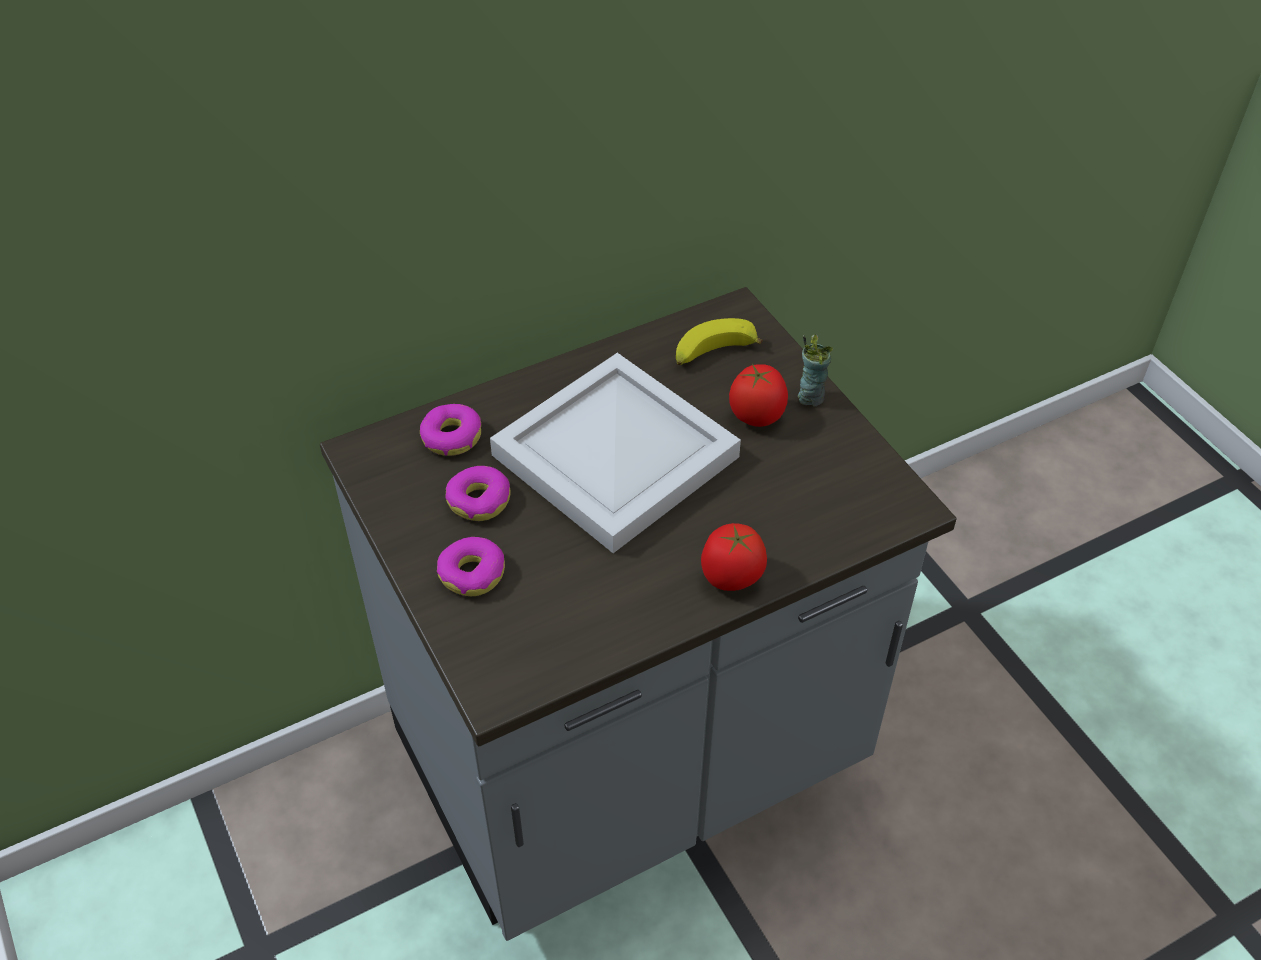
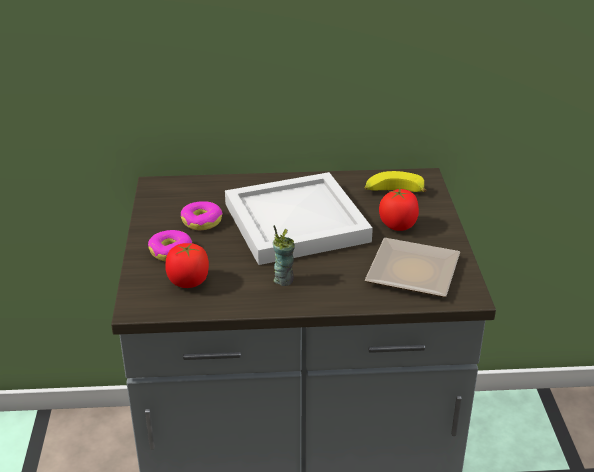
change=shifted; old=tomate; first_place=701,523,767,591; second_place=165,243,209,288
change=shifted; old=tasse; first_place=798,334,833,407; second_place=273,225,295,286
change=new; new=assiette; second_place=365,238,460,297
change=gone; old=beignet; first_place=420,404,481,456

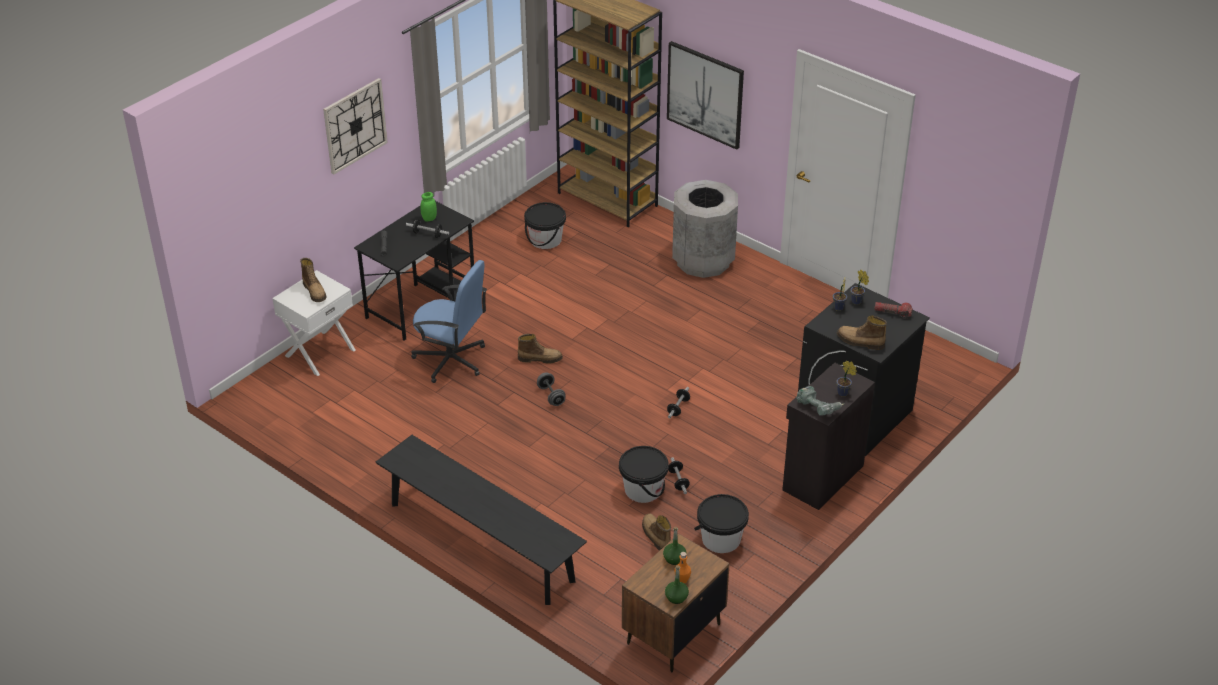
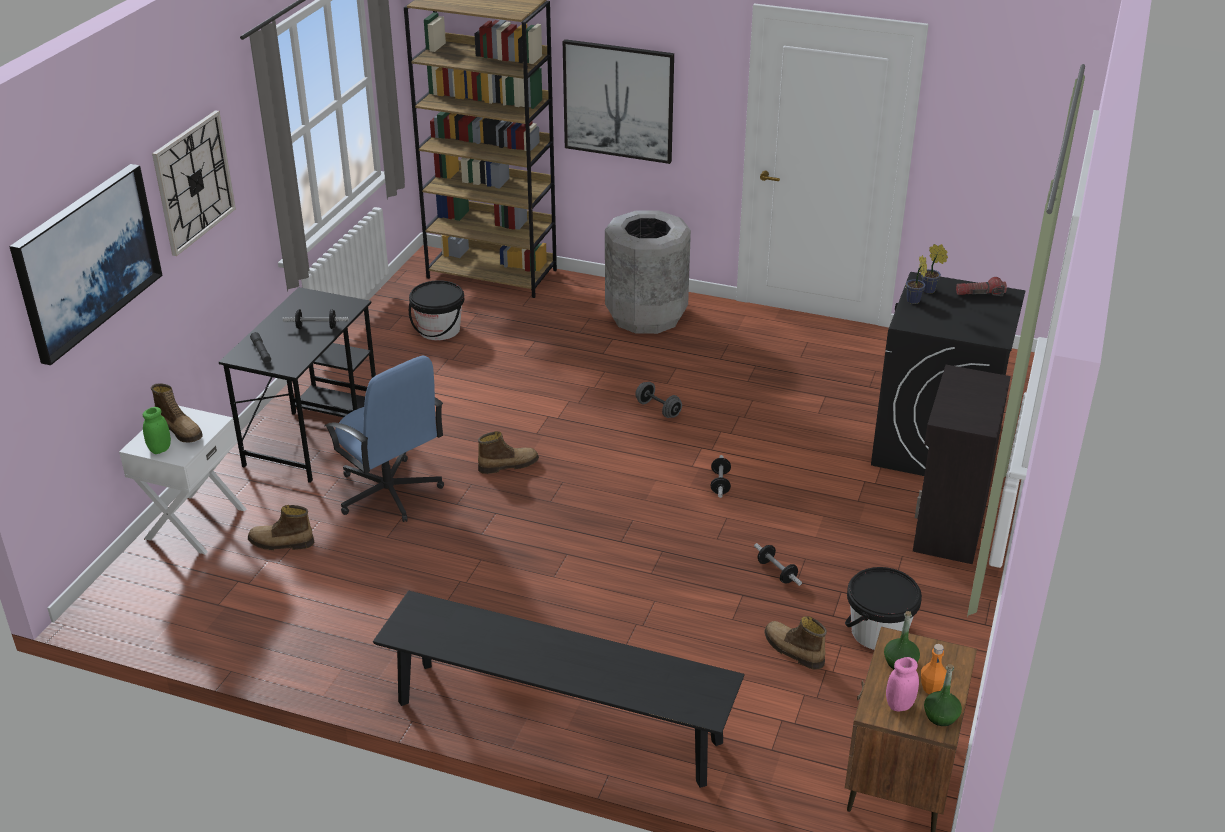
change=new; new=tableau; second_place=9,164,162,365
change=shifted; old=bocal (vert); first_place=420,192,437,221; second_place=143,407,171,454
change=shifted; old=botte; first_place=837,315,887,350; second_place=248,505,314,550
change=rotated; old=chaise de bureau (bleu); first_place=411,260,487,383; second_place=324,355,444,522; degrees=45
change=shifted; old=haltère (gris); first_place=537,373,566,406; second_place=635,382,682,418
change=new; new=bocal (rose); second_place=886,657,919,712
change=gone; old=seau (noir); first_place=619,446,669,503
change=gone; old=perceuse; first_place=797,386,845,416
change=gone; old=plante en pot; first_place=837,361,857,397

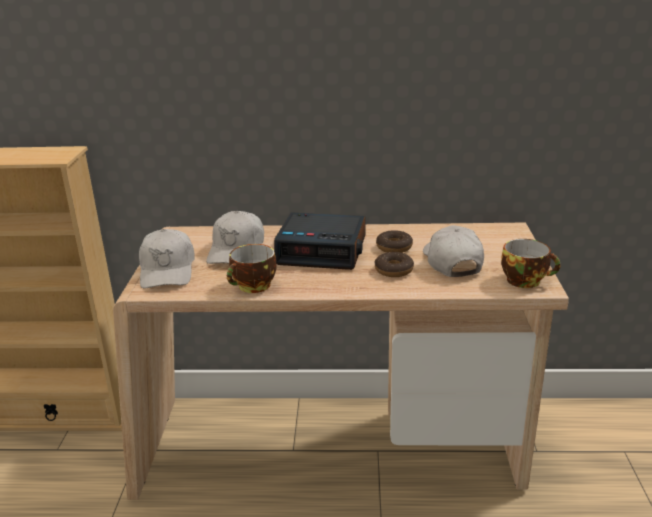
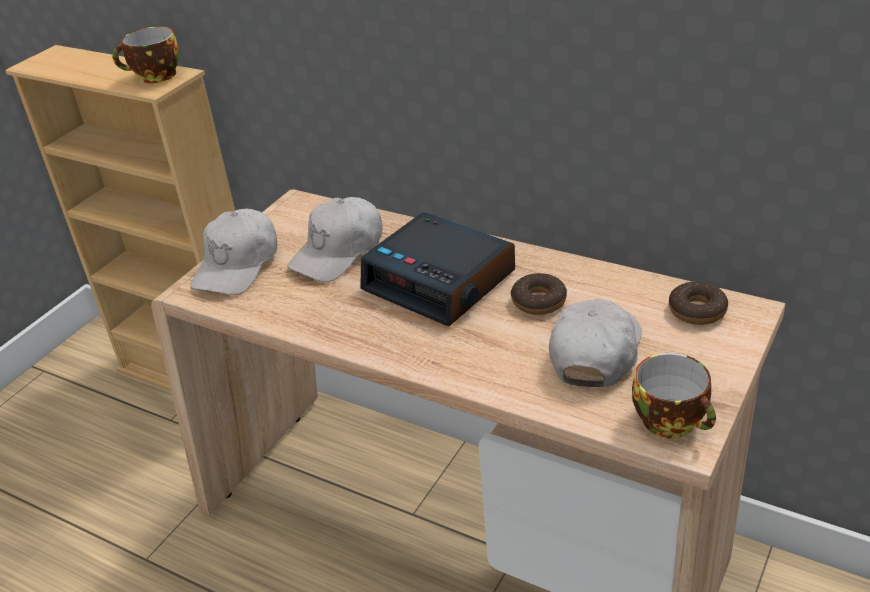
change=shifted; old=tasse; first_place=227,244,276,293; second_place=112,27,179,83
change=shifted; old=beignet; first_place=374,252,414,277; second_place=669,281,728,325

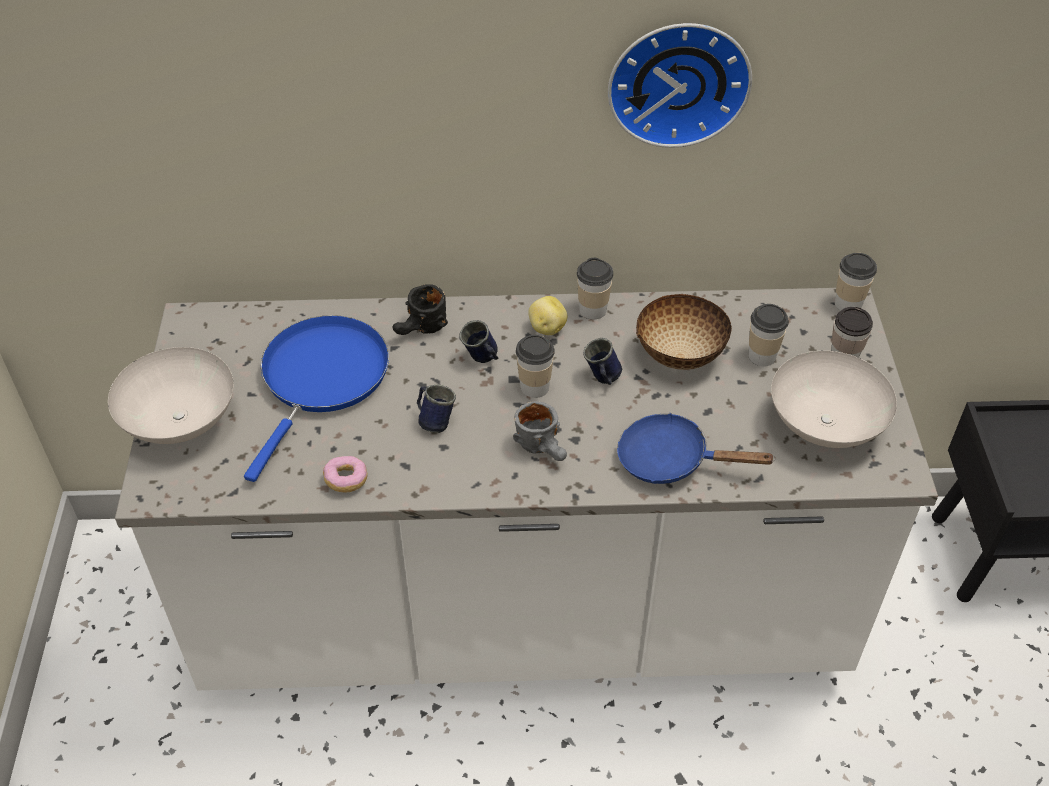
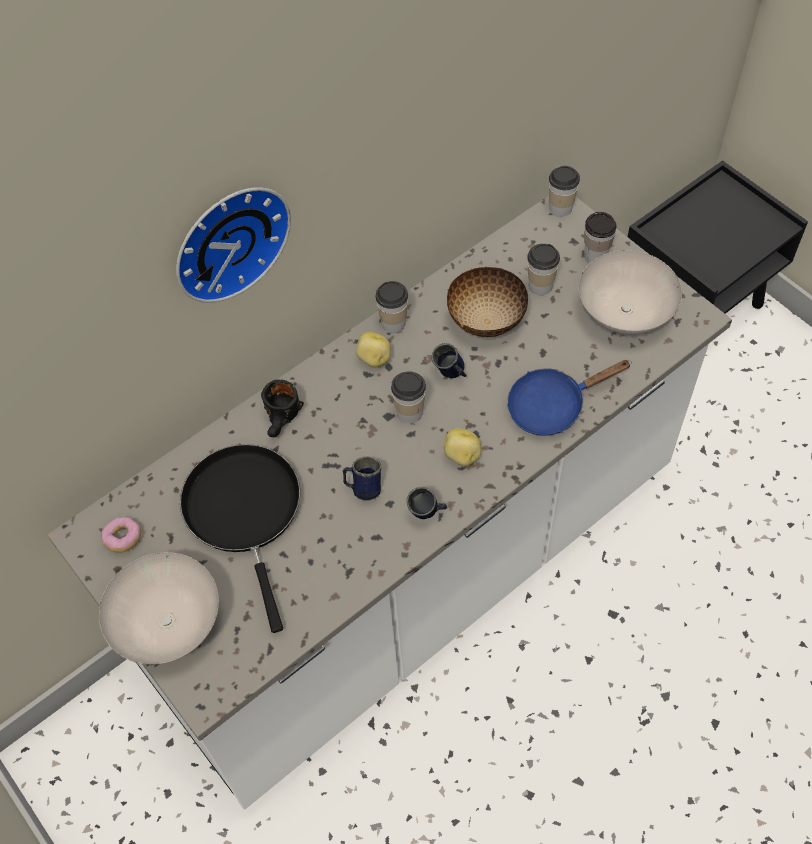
change=shifted; old=beignet; first_place=323,456,367,493; second_place=101,517,141,553
change=shifted; old=horloge murale; first_place=608,23,752,148; second_place=176,187,291,303
change=repainted; old=poêle (bleu); new=poêle (noir); first_place=244,315,389,482; second_place=180,444,300,633
change=shifted; old=mug (bleu); first_place=460,320,498,363; second_place=407,487,447,519
change=swapped; old=mug (gris); new=pomme de terre; first_place=513,401,567,461; second_place=444,428,481,466

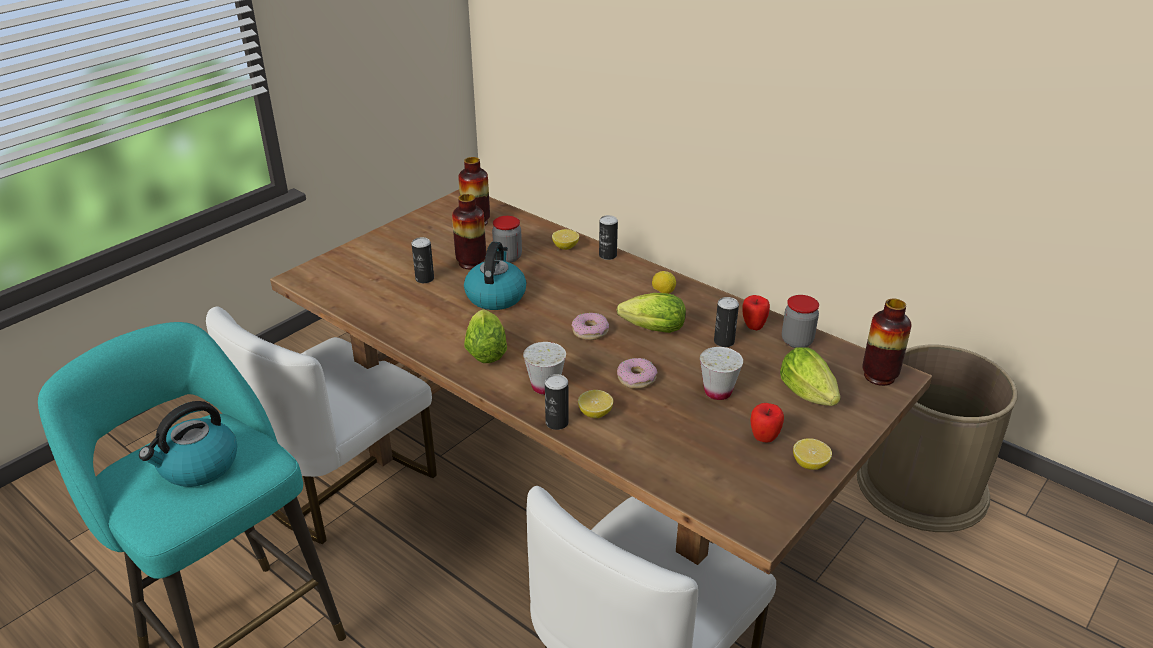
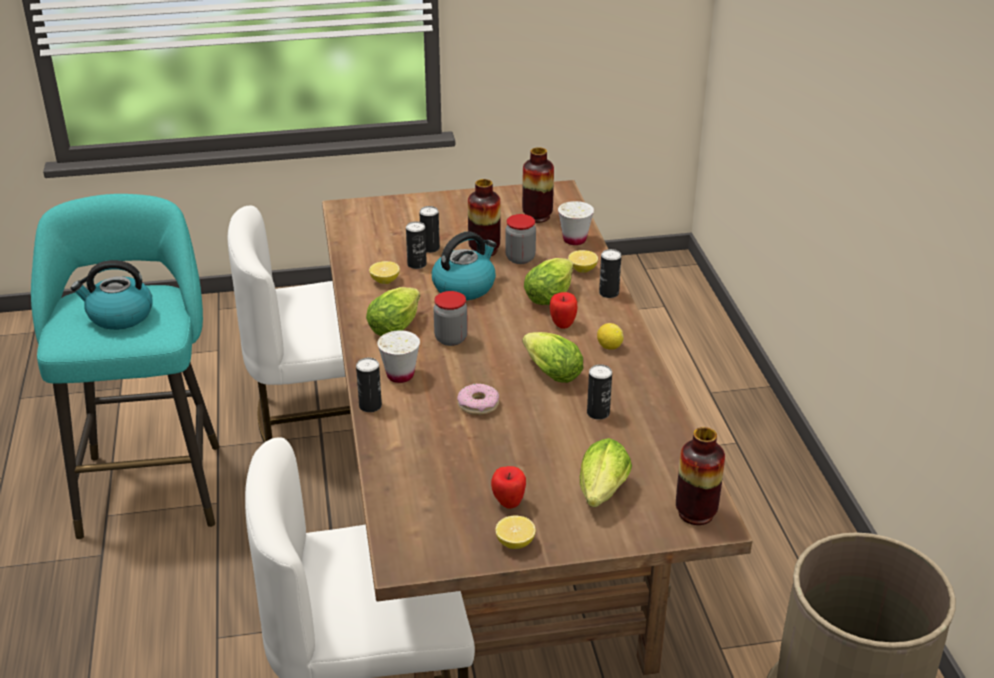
change=shifted; old=citron; first_place=578,390,613,418; second_place=369,261,400,284
change=new; new=boîte métallique; second_place=406,221,427,269
change=shifted; old=bocal; first_place=782,295,819,348; second_place=434,291,468,346
change=new; new=laitue; second_place=524,258,573,305
change=shifted; old=pomme; first_place=742,295,770,330; second_place=550,292,577,329
change=shifted; old=tasse (blanc); first_place=700,347,743,400; second_place=558,201,594,245
change=gone; old=beignet; first_place=571,313,609,340

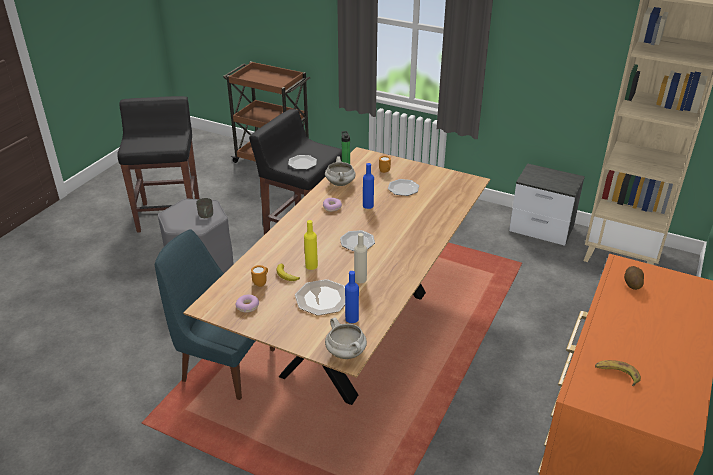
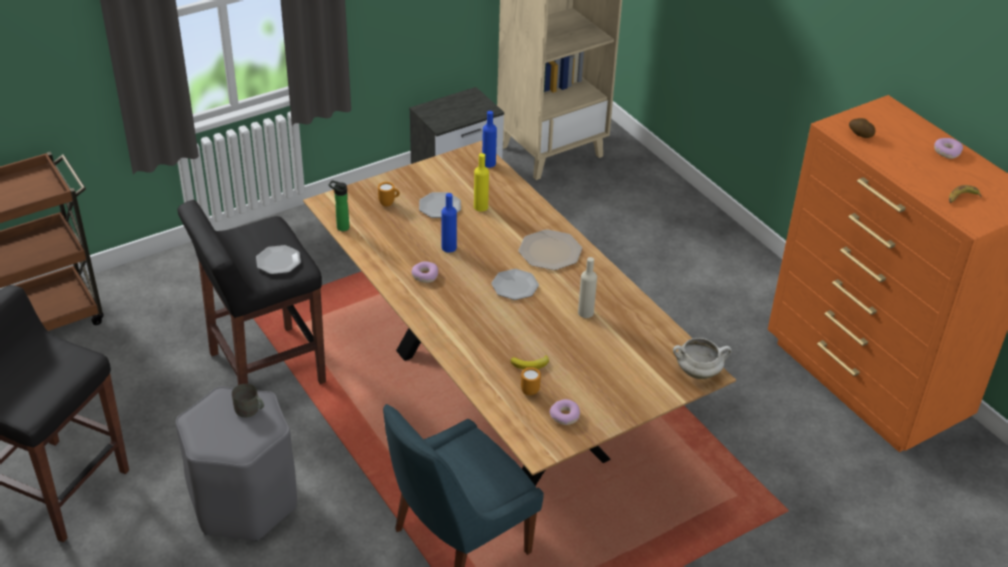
change=shifted; old=bouteille (jaune); first_place=304,220,318,270; second_place=474,153,489,211
change=shifted; old=bouteille (bleu); first_place=345,271,359,323; second_place=482,111,497,168
change=shifted; old=assiette; first_place=295,279,345,316; second_place=518,229,582,270
change=new; new=beignet; second_place=934,138,963,159
change=gone; old=marmite (blanc); first_place=325,156,356,186

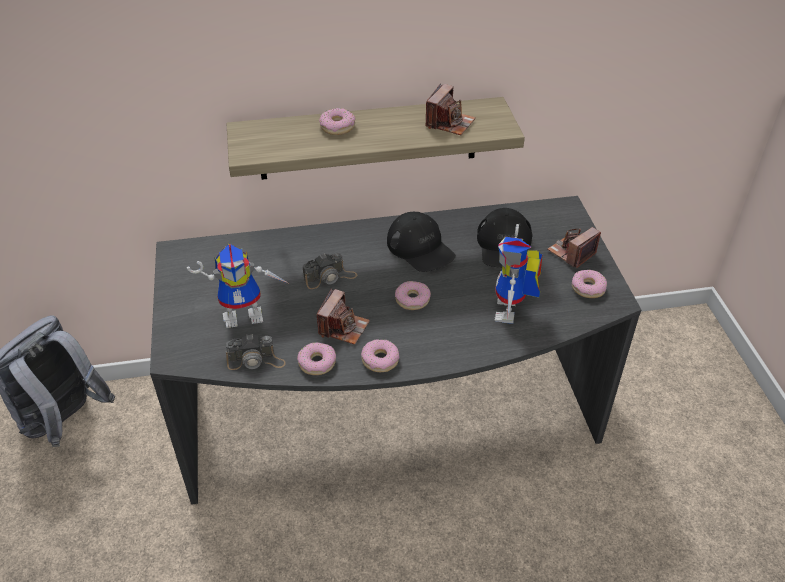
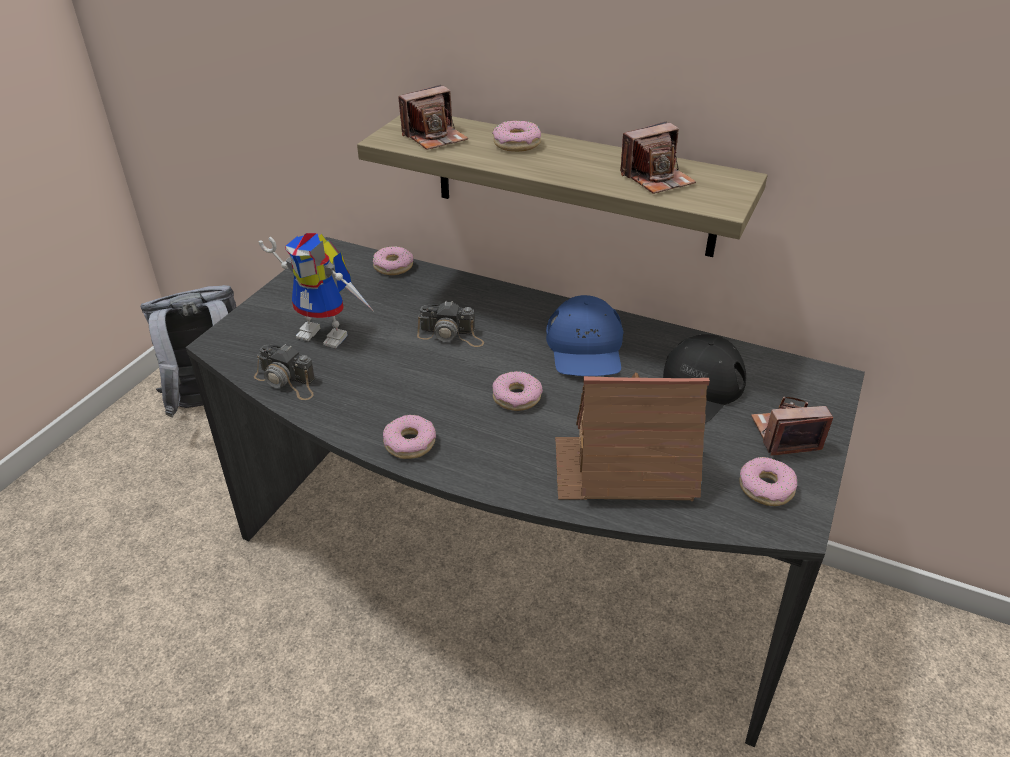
change=shifted; old=beignet; first_place=297,342,336,375; second_place=373,246,413,275
change=shifted; old=appareil photo; first_place=317,289,370,345; second_place=398,85,468,150
change=repainted; old=casquette (noir); new=casquette (bleu); first_place=387,212,456,272; second_place=546,295,623,376
change=swapped; old=robot jouet; new=maison miniature; first_place=495,224,543,324; second_place=555,373,710,501

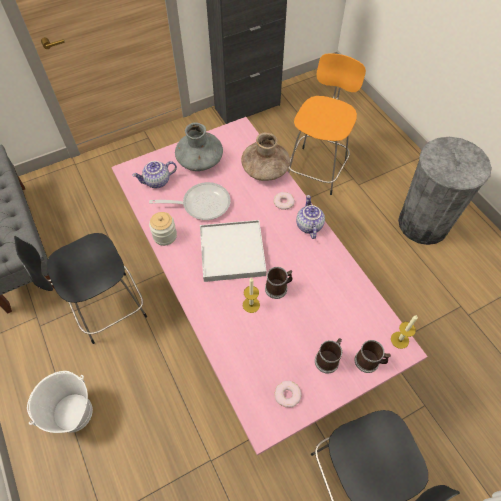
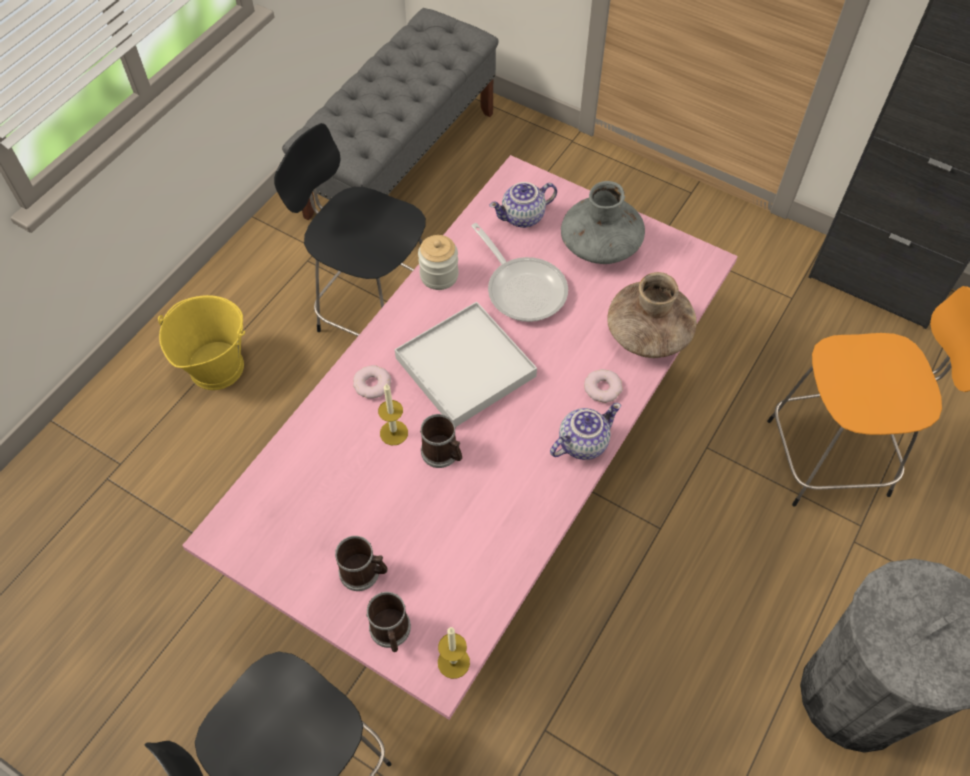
change=repainted; old=seau (blanc); new=seau (jaune); first_place=27,371,93,433; second_place=158,295,245,390
change=shifted; old=beignet; first_place=274,381,302,408; second_place=353,365,391,399
change=rotated; old=théière; first_place=132,161,177,188; second_place=489,182,557,228; degrees=-60

